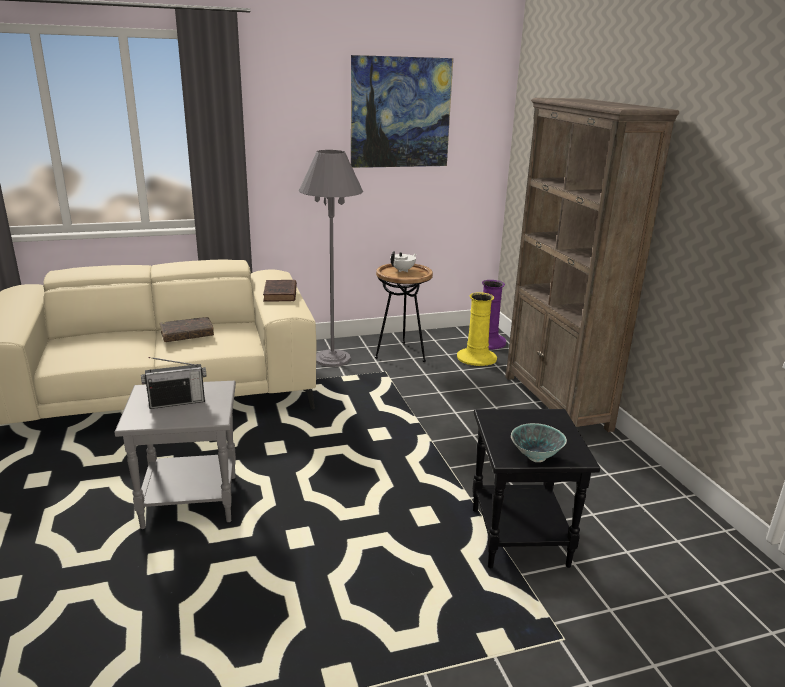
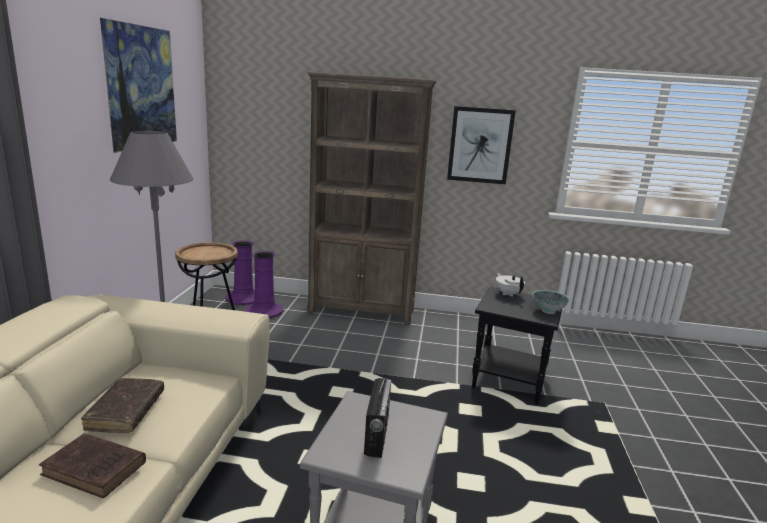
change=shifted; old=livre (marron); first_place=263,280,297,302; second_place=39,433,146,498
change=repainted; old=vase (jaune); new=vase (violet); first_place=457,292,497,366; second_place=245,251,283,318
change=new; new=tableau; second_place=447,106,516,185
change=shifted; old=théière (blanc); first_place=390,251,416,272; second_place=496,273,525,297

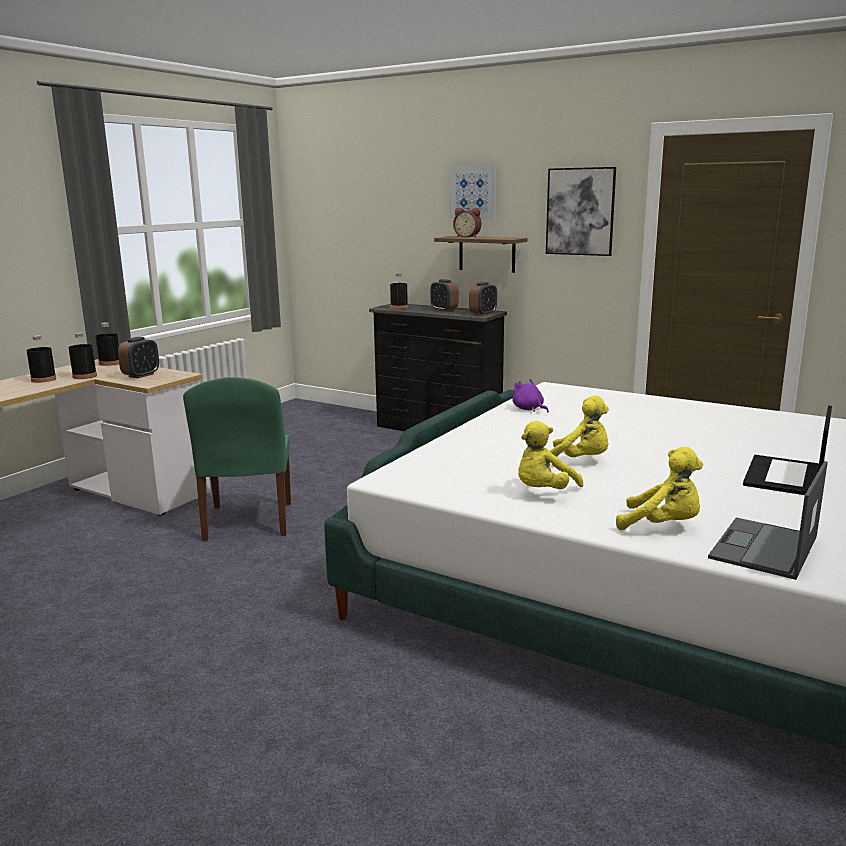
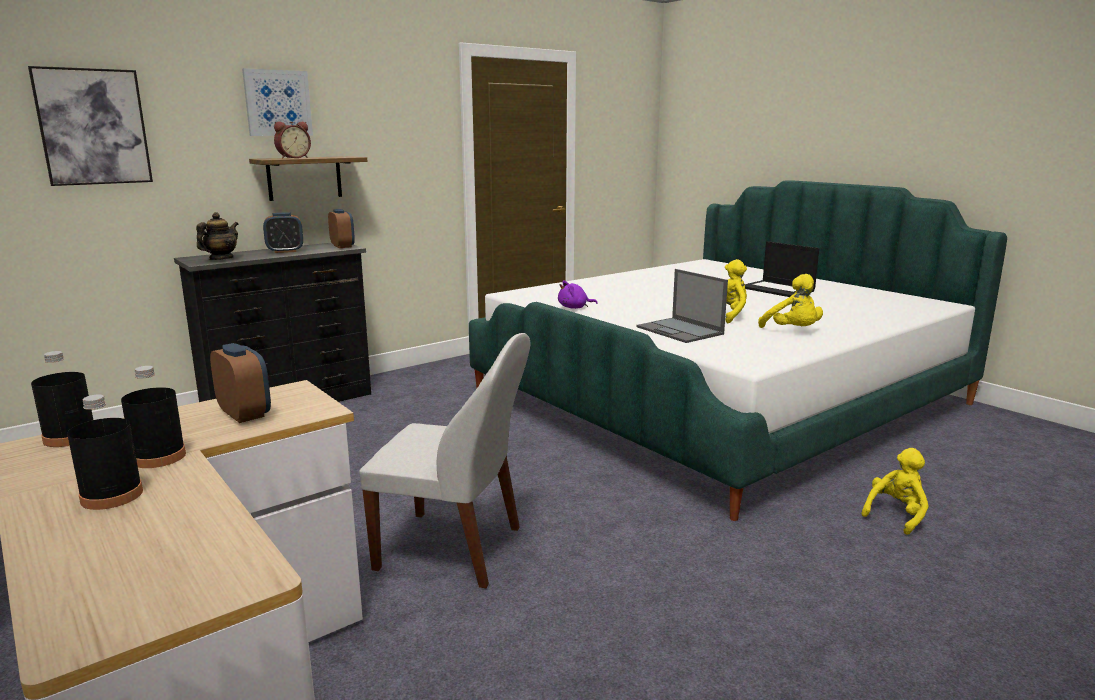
change=shifted; old=tableau; first_place=546,167,616,256; second_place=28,66,153,186
change=swapped; old=bouteille (noir); new=théière; first_place=390,273,408,309; second_place=196,212,238,260
change=repainted; old=chaise (vert); new=chaise (blanc); first_place=183,377,291,541; second_place=359,333,530,588
change=shifted; old=ordinateur portable; first_place=708,461,828,580; second_place=636,269,728,343
change=shifted; old=peluche (jaune); first_place=616,447,703,530; second_place=861,448,929,535

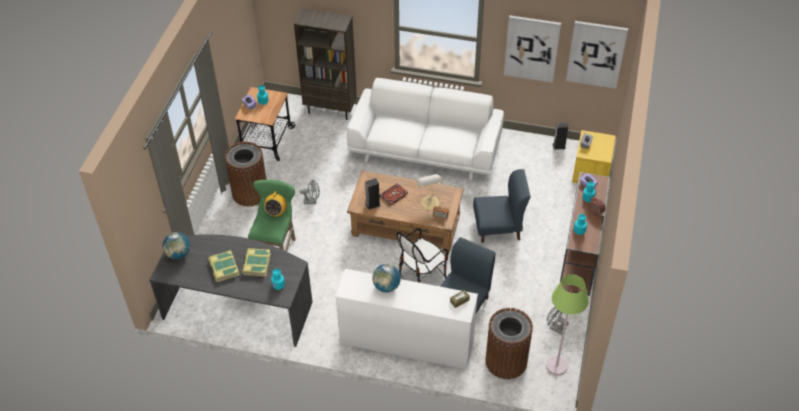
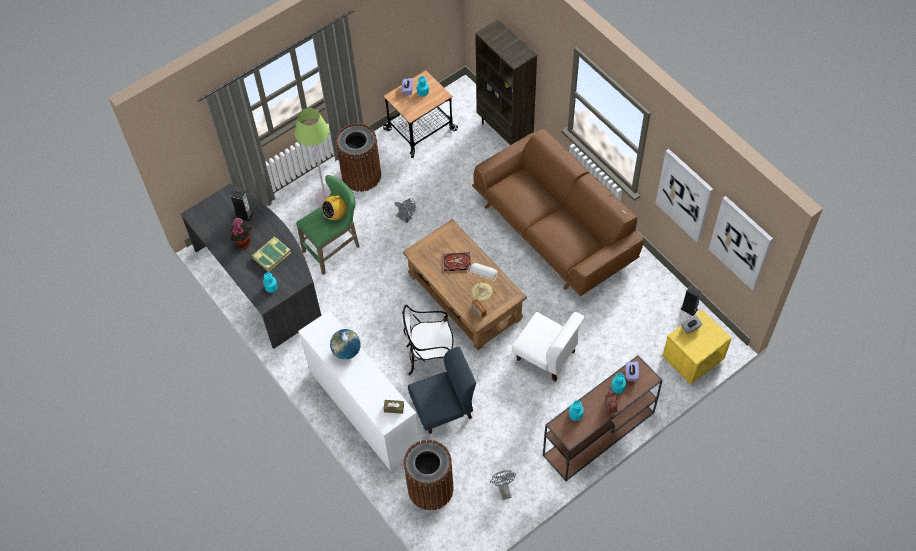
change=shifted; old=enceinte; first_place=365,178,381,210; second_place=230,190,253,221
change=swapped; old=livre; new=plante en pot; first_place=208,250,239,282; second_place=230,218,252,249
change=shifted; old=lampadaire (vert); first_place=546,274,589,375; second_place=295,108,331,206
change=repainted; old=canapé (blanc); new=canapé (marron); first_place=347,78,504,180; second_place=472,129,644,296
change=repainted; old=chaise (bleu); new=chaise (blanc); first_place=473,169,531,243; second_place=512,312,585,382
change=gone; old=globe; first_place=163,232,190,259

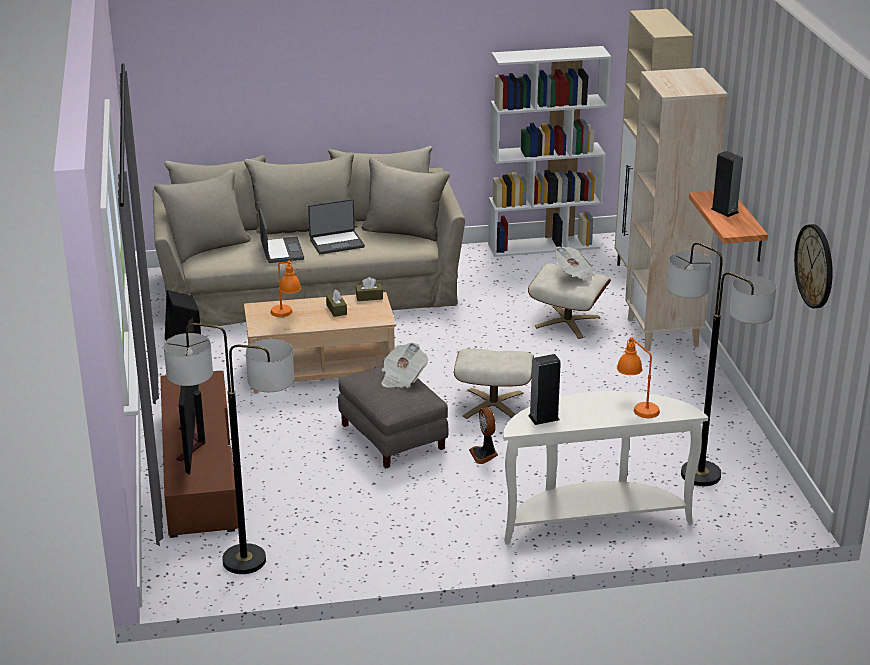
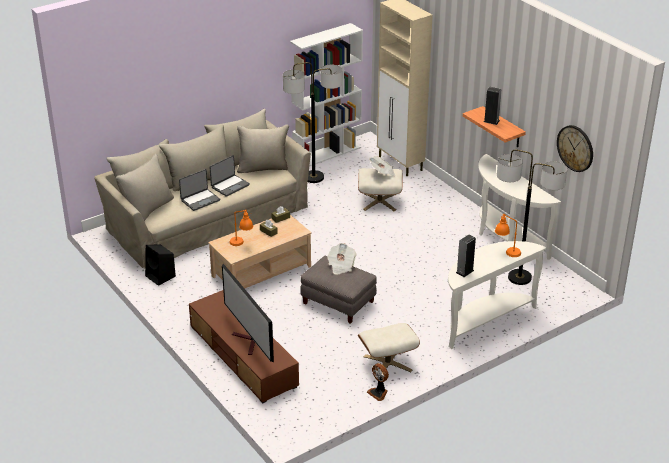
change=rotated; old=ordinateur portable; first_place=259,209,304,263; second_place=179,169,220,211; degrees=90
change=shifted; old=lampadaire; first_place=164,323,294,574; second_place=283,62,342,183
change=shifted; old=pouf (beige); first_place=454,348,534,419; second_place=358,323,420,379
change=shifted; old=ventilateur; first_place=469,407,498,464; second_place=367,363,389,401
change=new; new=table console (blanc); second_place=478,154,561,260
change=gone; old=bibliothèque (beige); first_place=625,68,728,351

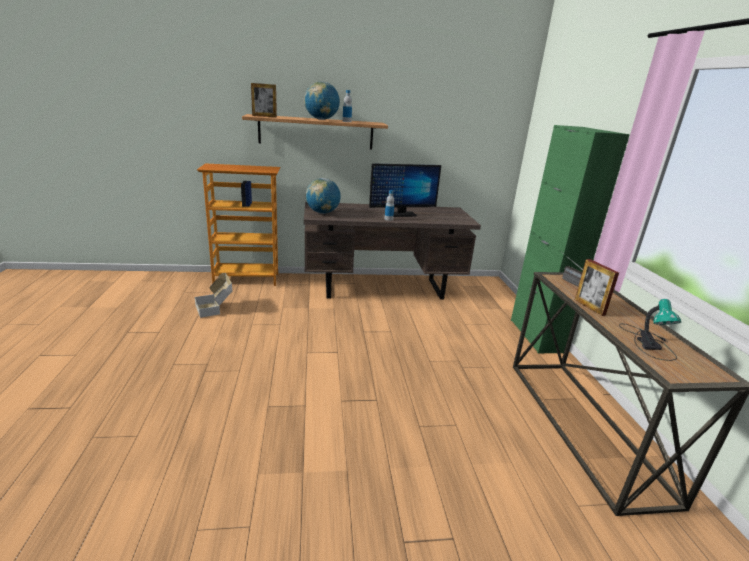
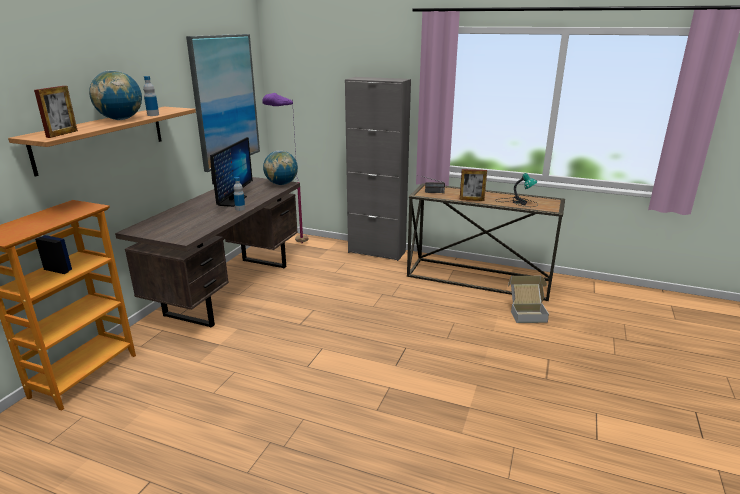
change=new; new=tableau; second_place=186,34,260,172
change=new; new=lampadaire (violet); second_place=262,93,308,243
change=shifted; old=globe; first_place=306,178,341,214; second_place=263,150,298,185
change=repainted; old=meuble de rangement (vert); new=meuble de rangement (gris); first_place=511,125,630,353; second_place=345,77,411,261
change=shifted; old=carton; first_place=195,273,233,318; second_place=508,276,549,323

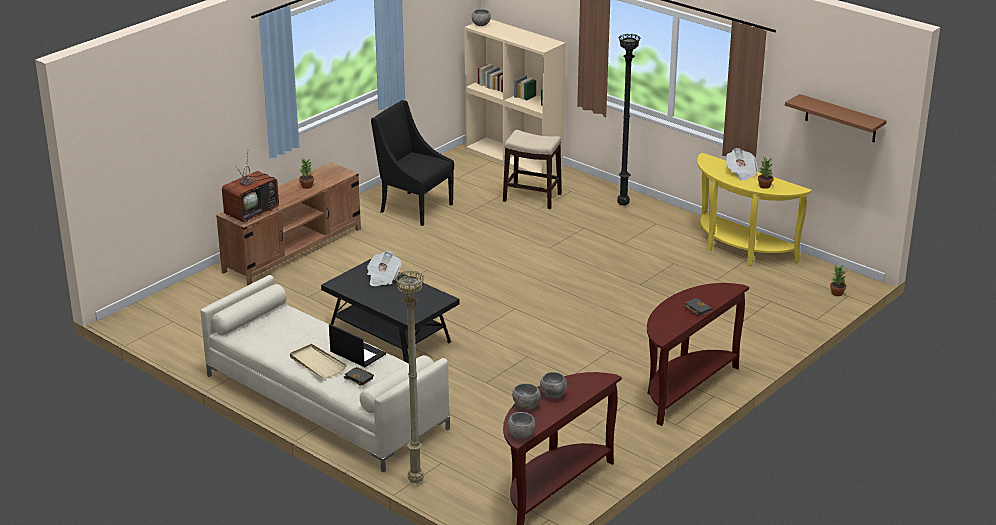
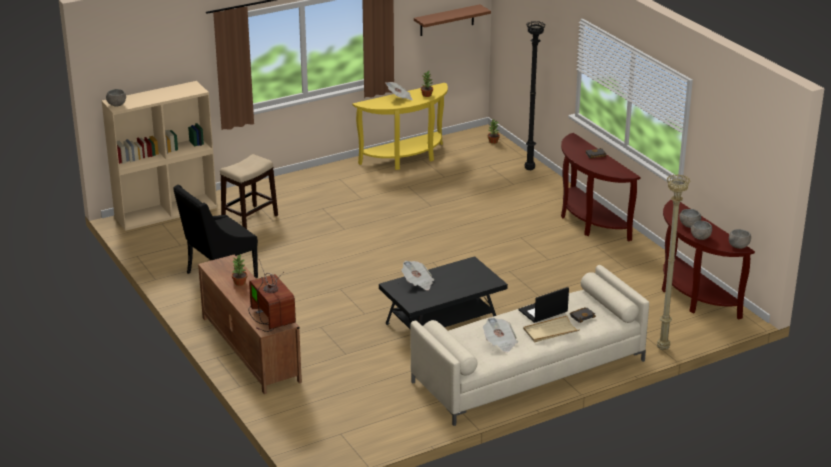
change=new; new=journal; second_place=483,317,518,353
change=shifted; old=lampadaire (noir); first_place=617,34,640,206; second_place=525,21,545,170

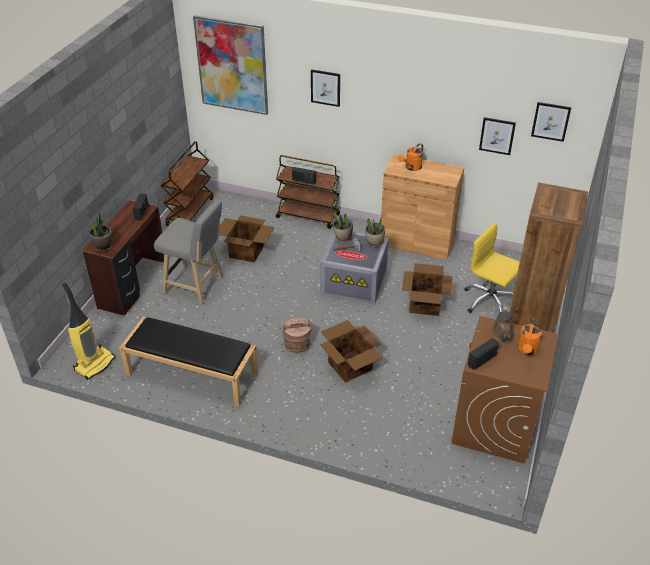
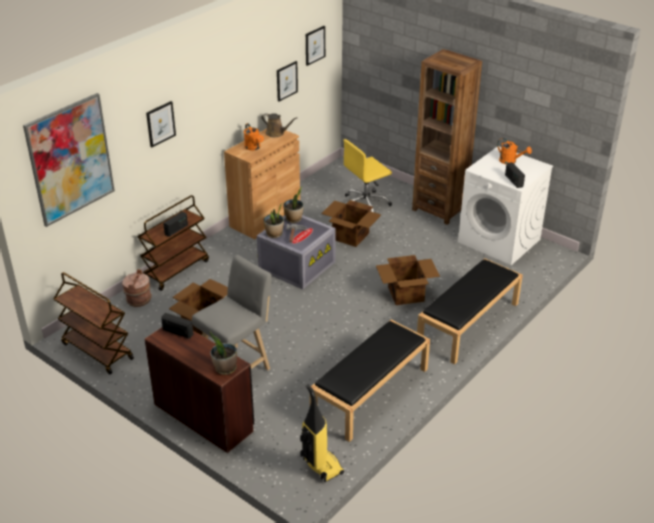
change=shifted; old=seau (marron); first_place=283,318,312,353; second_place=122,269,152,307
change=shifted; old=arrosoir (marron); first_place=490,306,515,343; second_place=262,113,297,137
change=new; new=banc (noir); second_place=417,258,523,365
change=repainted; old=lave-linge (marron); new=lave-linge (blanc); first_place=451,316,558,464; second_place=458,147,553,265

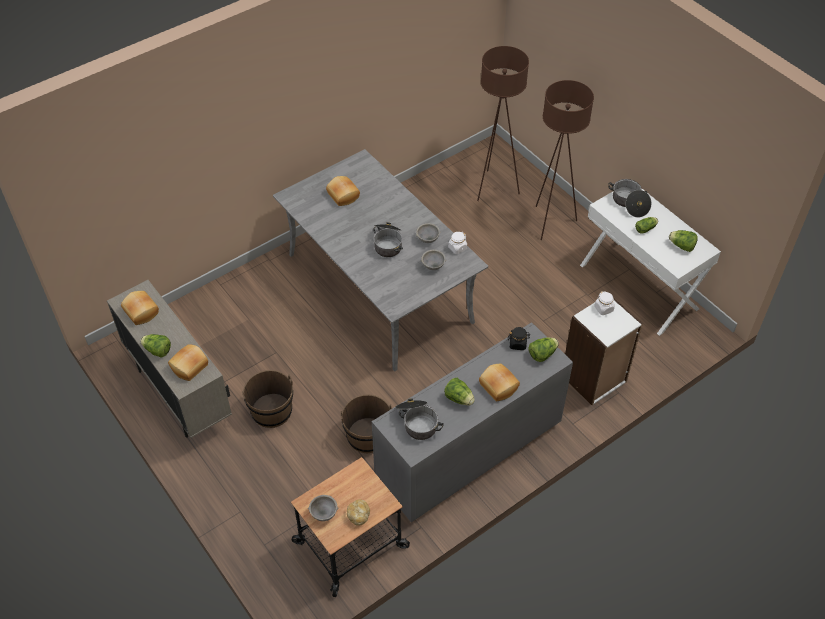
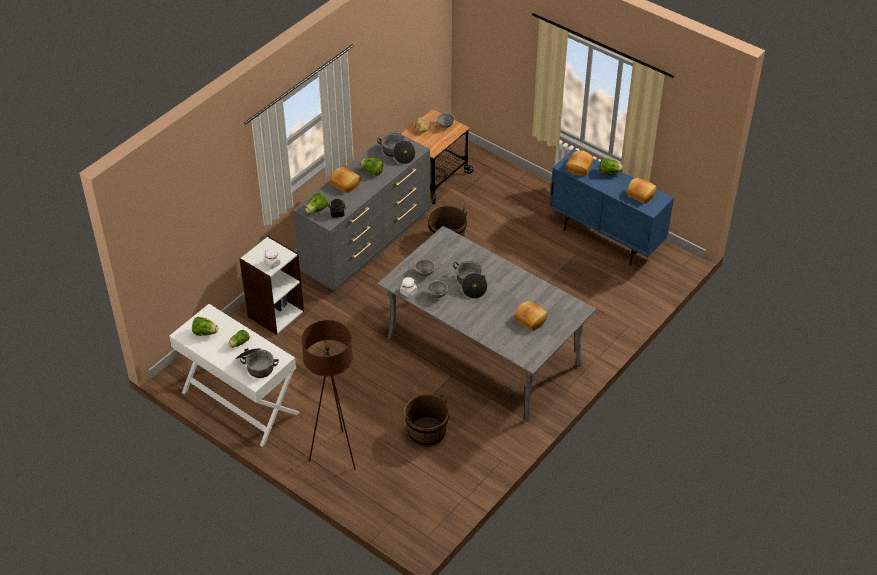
change=shifted; old=seau (marron); first_place=242,370,293,428; second_place=404,394,449,447
change=repainted; old=meuble de rangement (beige); new=meuble de rangement (bleu); first_place=107,280,232,438; second_place=549,149,674,266
change=gone; old=lampadaire (marron); first_place=477,46,529,201

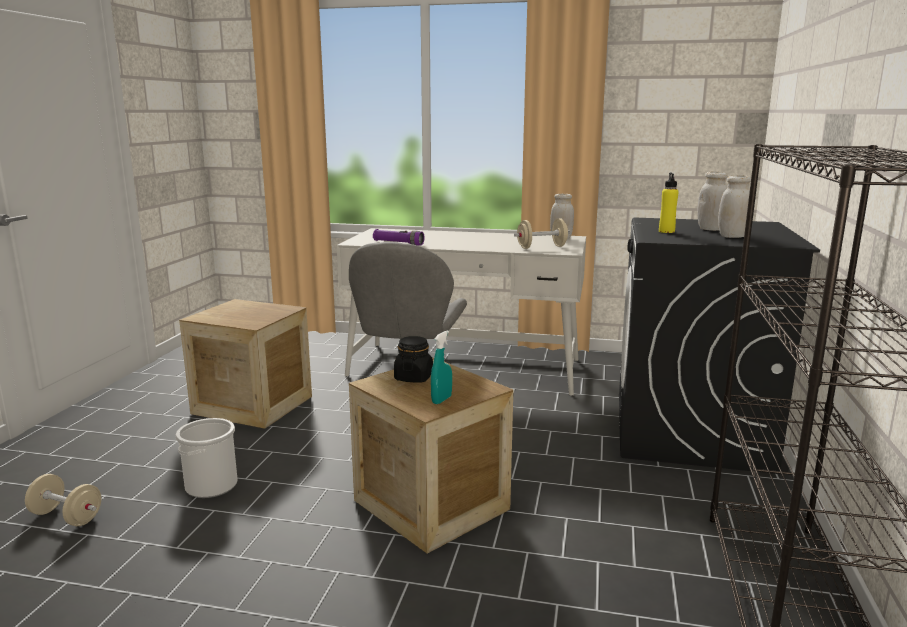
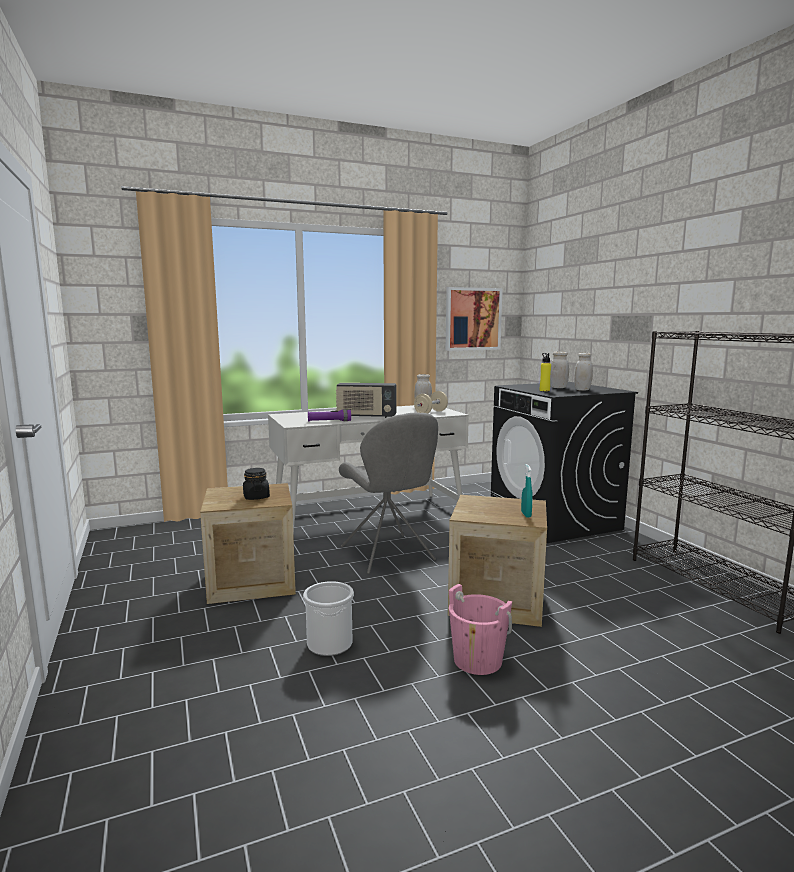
change=shifted; old=bocal (noir); first_place=394,336,433,383; second_place=243,468,270,500
change=new; new=radio; second_place=336,383,396,418
change=new; new=tableau; second_place=446,287,503,351
change=new; new=seau (rose); second_place=449,584,512,675
change=gone; old=haltère (beige); first_place=25,474,101,526

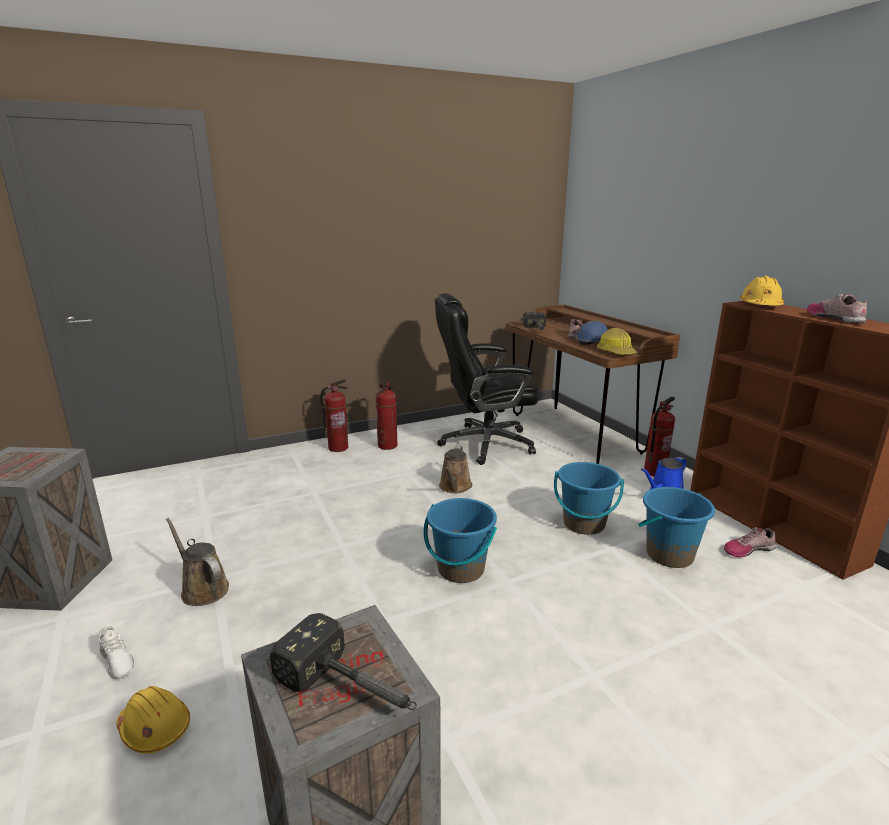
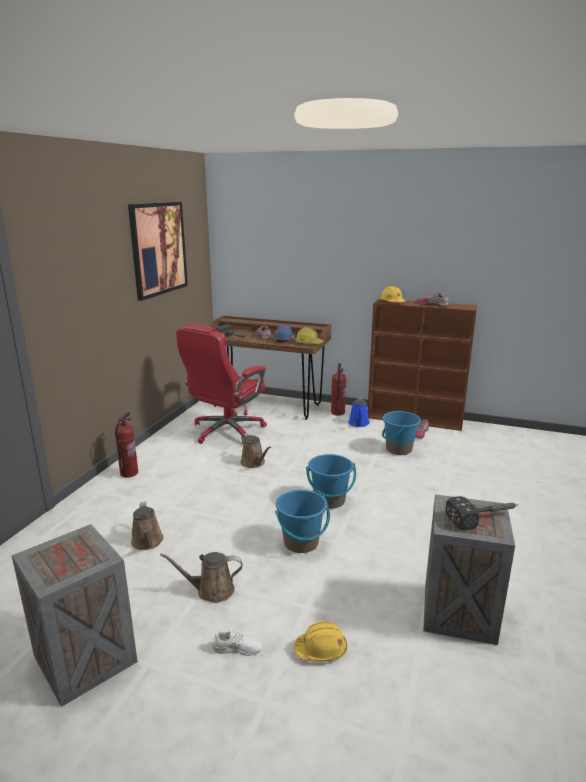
change=new; new=tableau; second_place=128,202,188,301
change=new; new=arrosoir (marron); second_place=131,502,164,550
change=repainted; old=chaise de bureau (noir); new=chaise de bureau (rouge); first_place=435,293,539,465; second_place=176,324,267,444
change=shifted; old=seau (bleu); first_place=554,462,624,535; second_place=275,490,330,553
change=gone; old=extincteur; first_place=376,381,398,450

